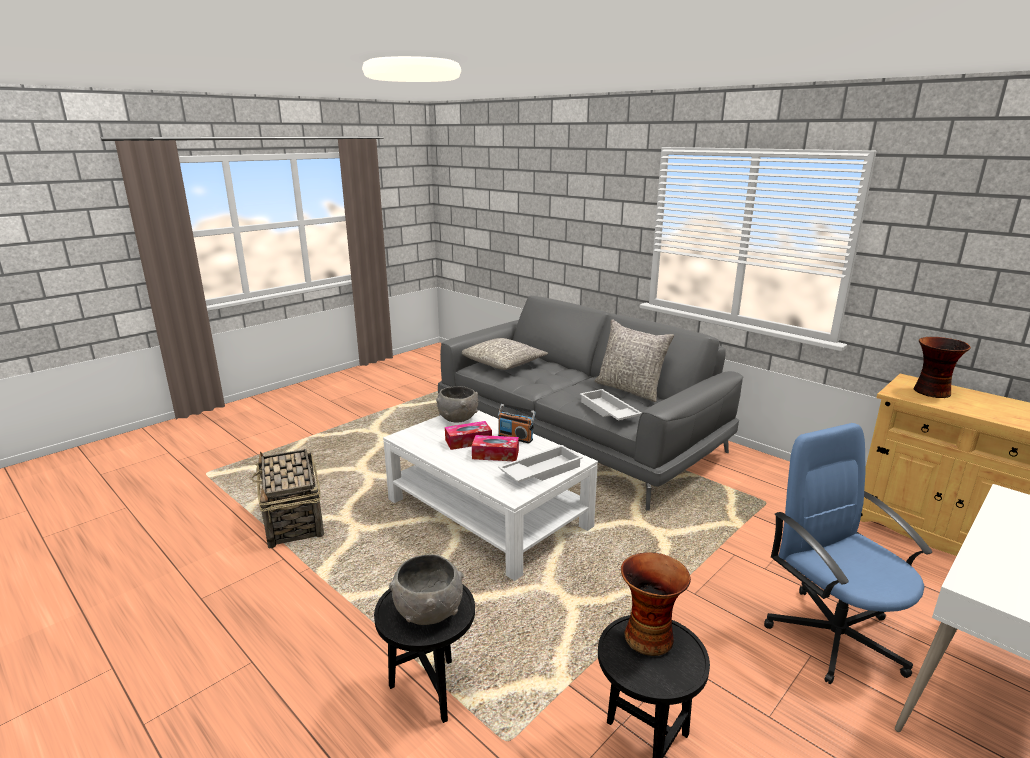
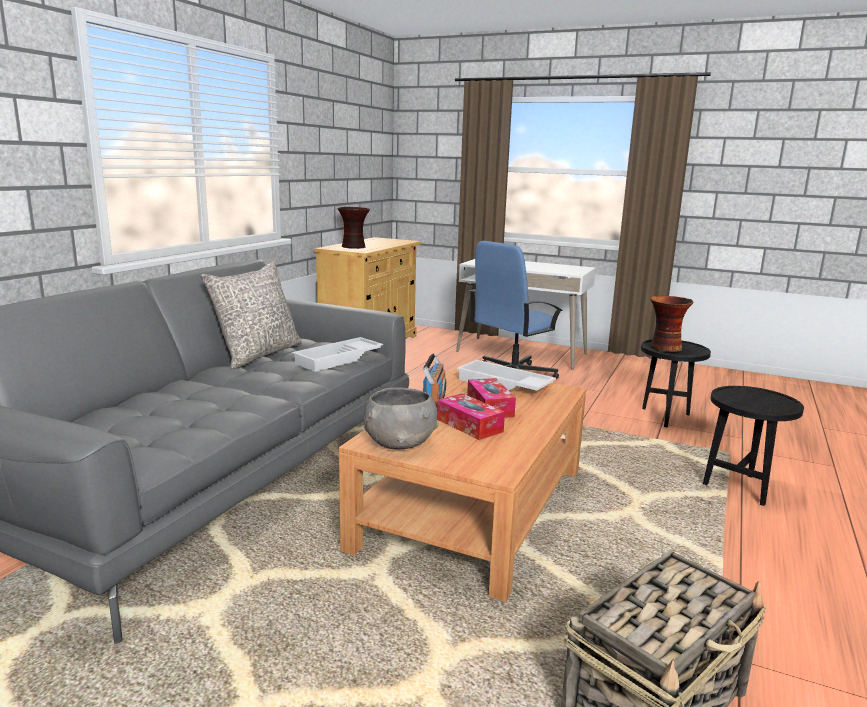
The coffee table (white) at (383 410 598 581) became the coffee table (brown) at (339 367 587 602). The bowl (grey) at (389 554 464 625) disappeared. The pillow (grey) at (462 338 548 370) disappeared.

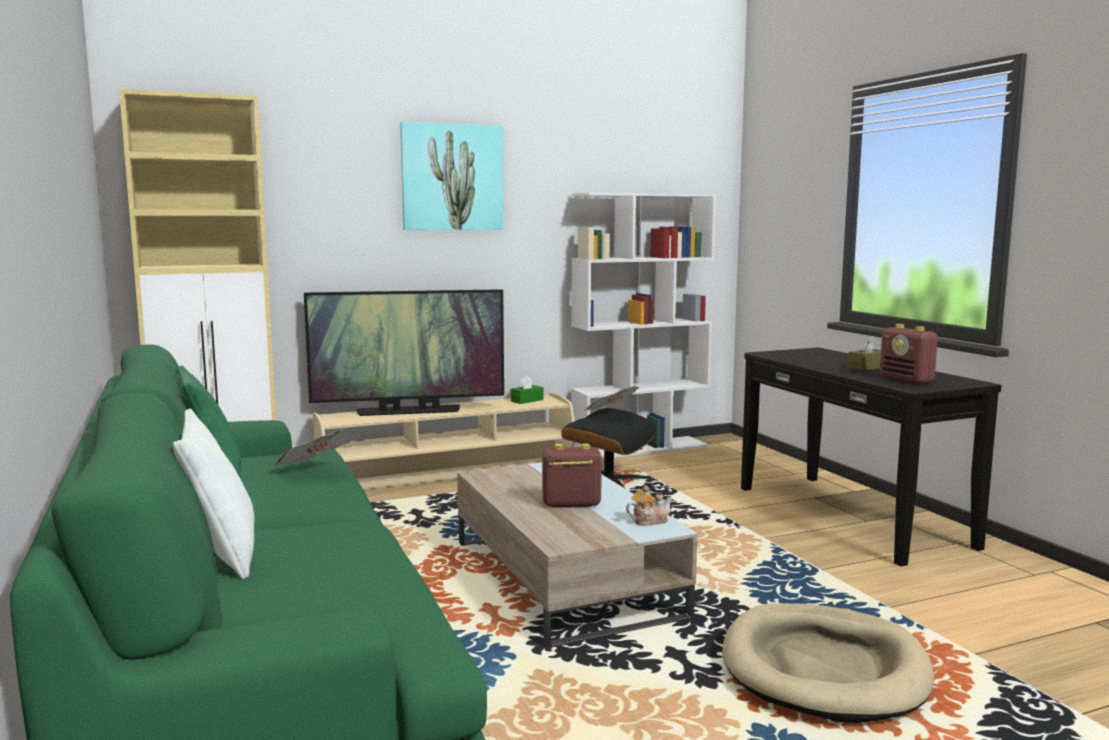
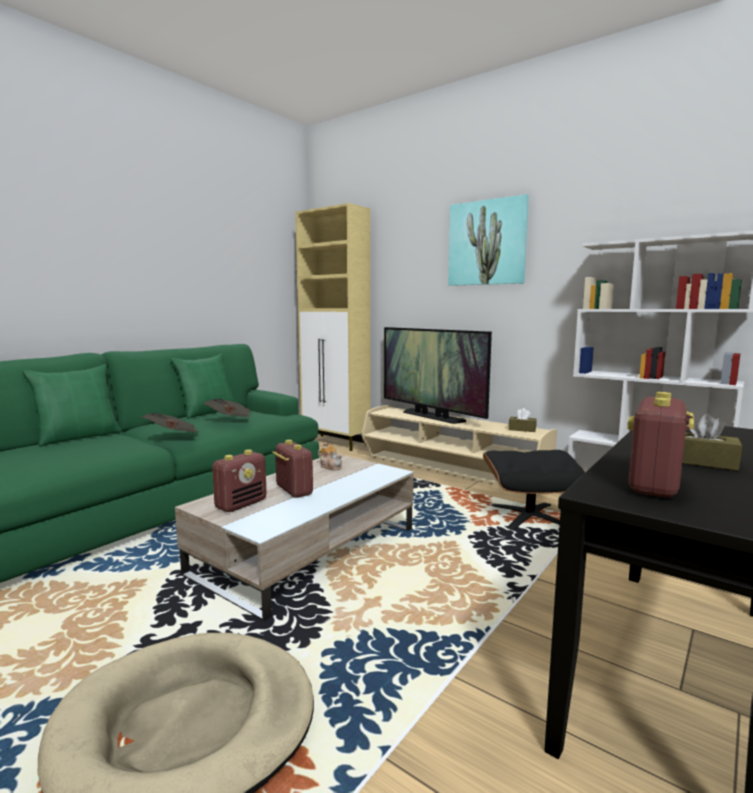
The pillow (white) at (173 409 255 579) became the pillow (green) at (23 364 122 447). The newspaper moved from (585 386 639 410) to (141 413 199 432). The radio at (212 450 267 512) appeared. The teapot moved from (626 485 673 526) to (318 442 342 470). The tissue box (green) at (511 375 544 404) became the tissue box (brown) at (509 408 537 432).

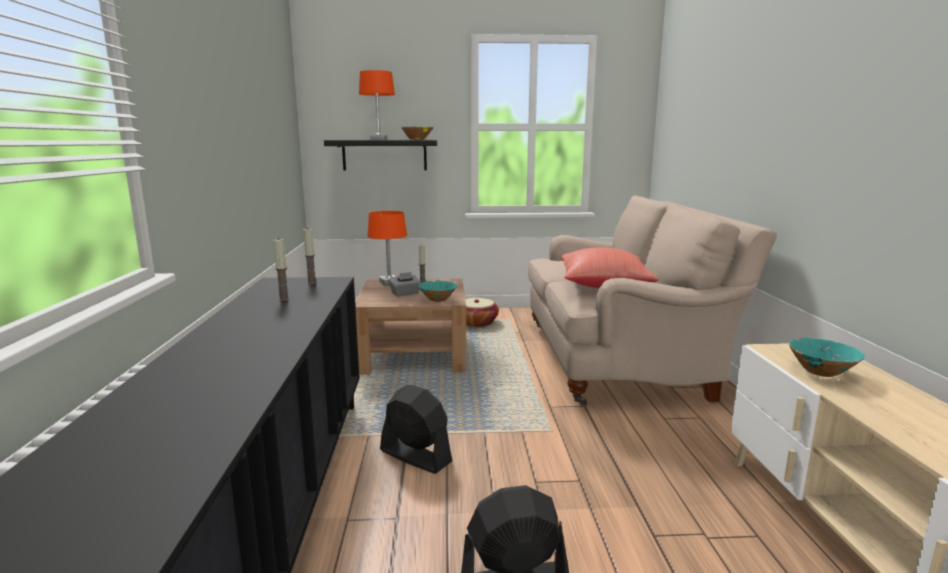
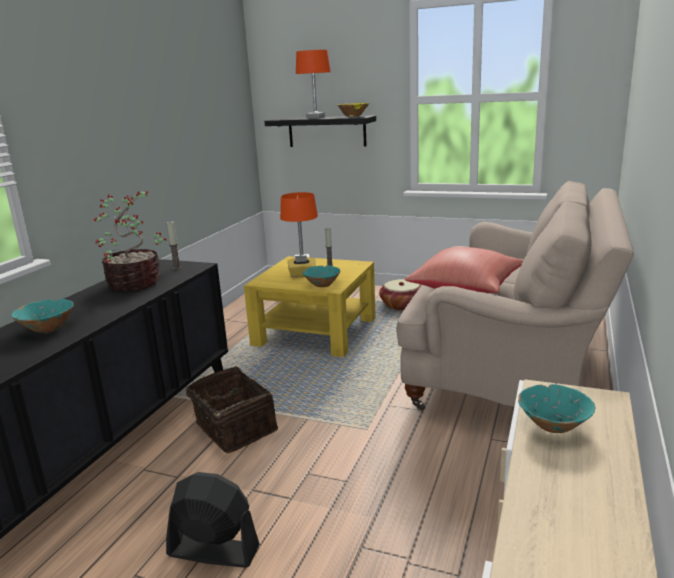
The bowl (turquoise) at (12 299 74 333) appeared. The candle at (273 238 290 301) was replaced by the potted plant at (93 191 167 291). The fan (black) at (380 385 452 474) was replaced by the basket at (186 366 278 453). The coffee table (brown) at (355 278 466 375) became the coffee table (yellow) at (244 256 376 357). The tissue box (grey) at (389 272 421 296) became the tissue box (yellow) at (288 255 316 278).

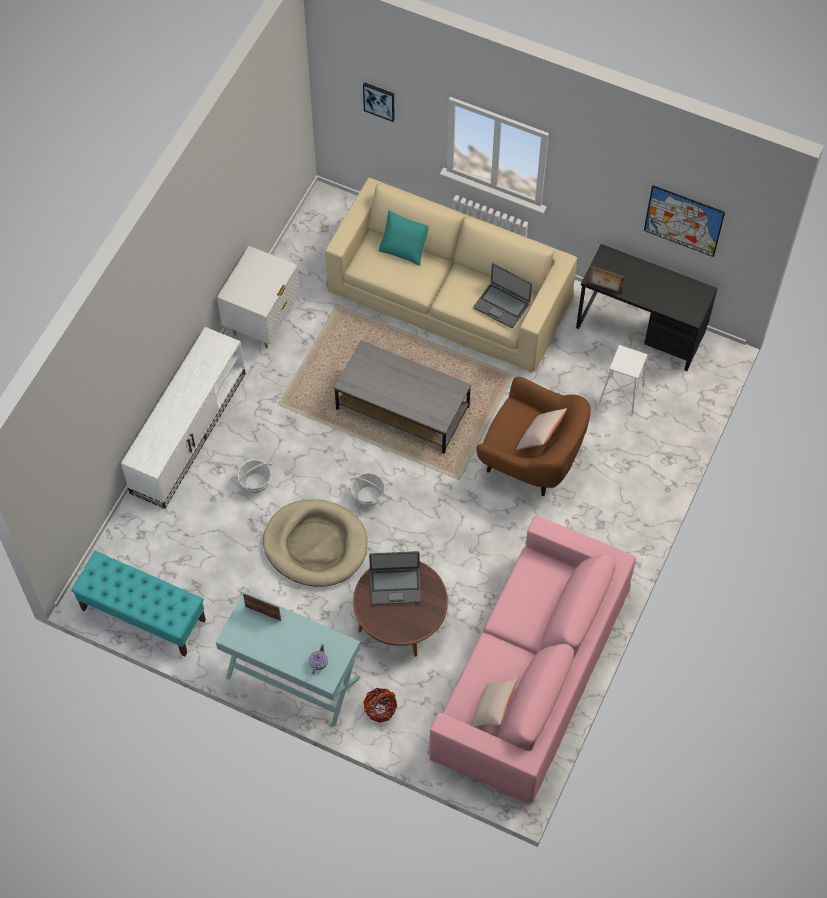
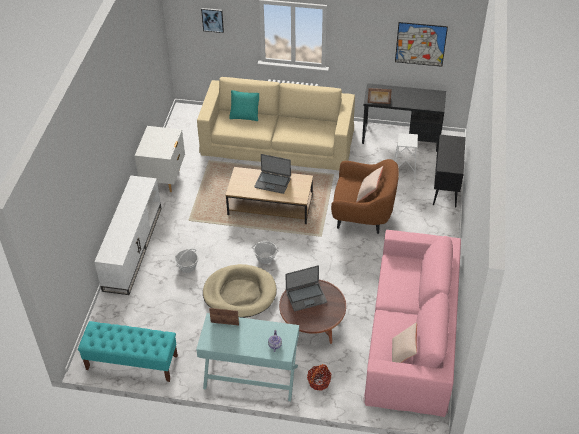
The coffee table (grey) at (334 340 471 454) became the coffee table (brown) at (225 167 313 224). The laptop moved from (473 263 532 328) to (254 154 291 194). The cabinet (black) at (433 135 466 208) appeared.

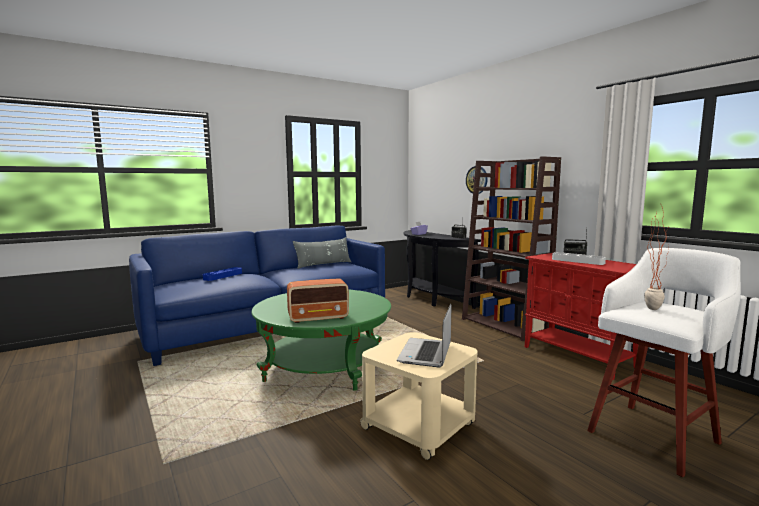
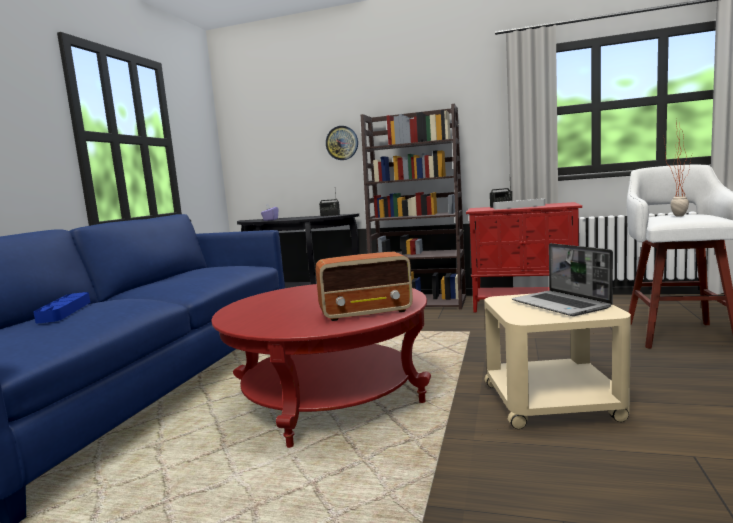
The coffee table (green) at (252 290 391 391) became the coffee table (red) at (211 284 431 448). The radio at (287 279 349 323) turned 45 degrees clockwise. The pillow (grey) at (293 237 351 269) disappeared.

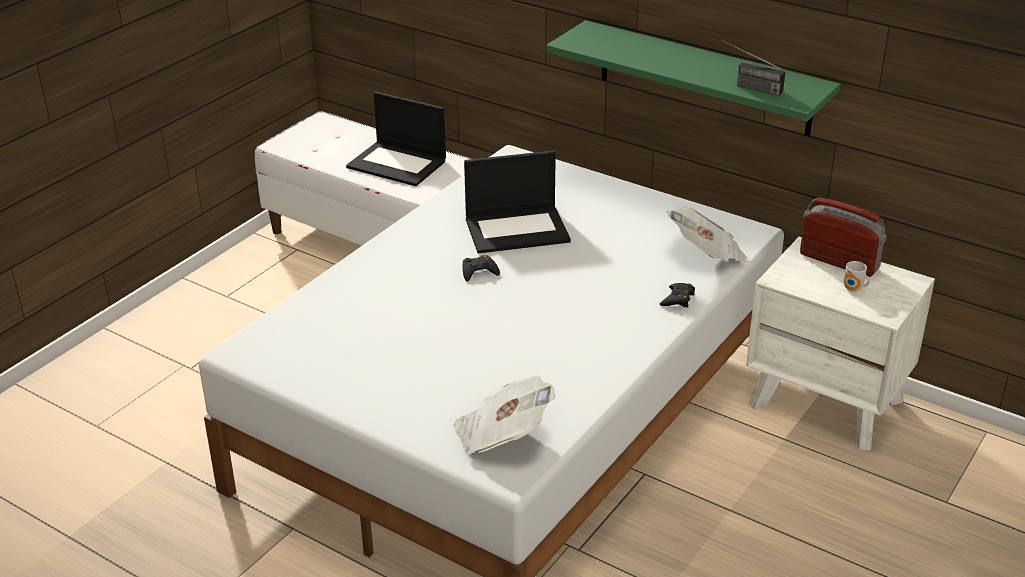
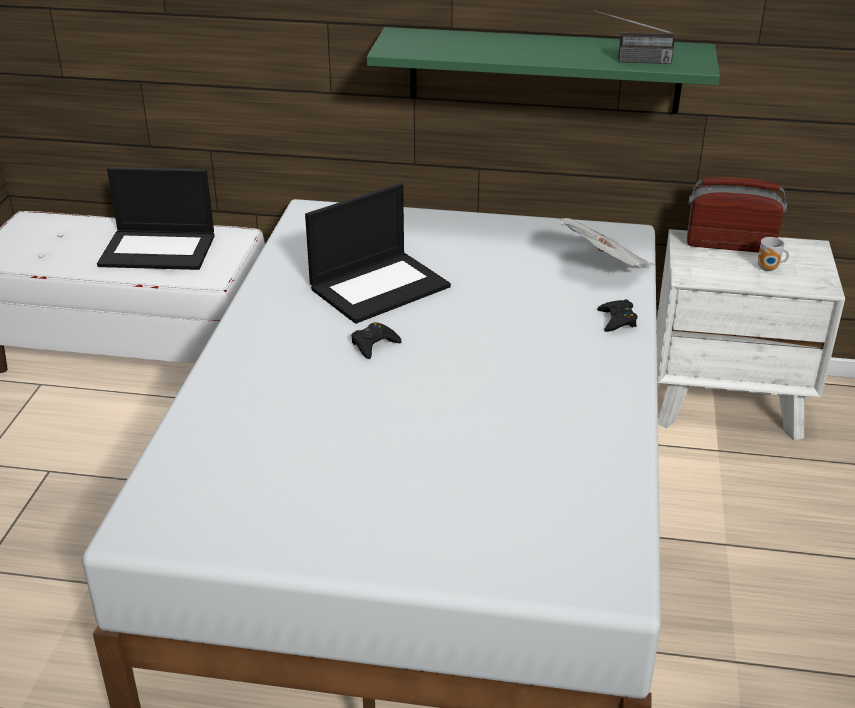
The newspaper at (453 376 555 455) disappeared.

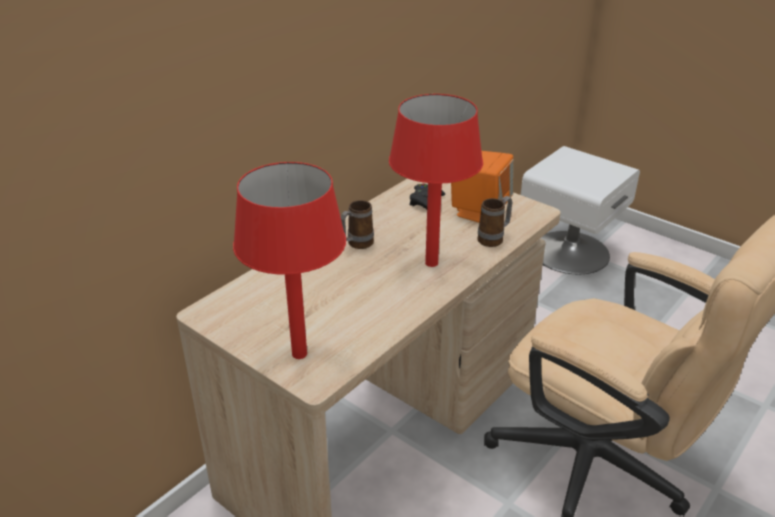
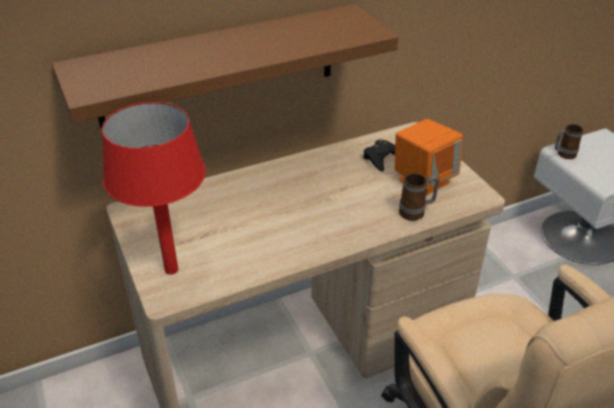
The shelf (brown) at (52 4 398 129) appeared. The mug moved from (341 200 374 249) to (555 124 583 159). The table lamp (red) at (389 94 483 267) disappeared.

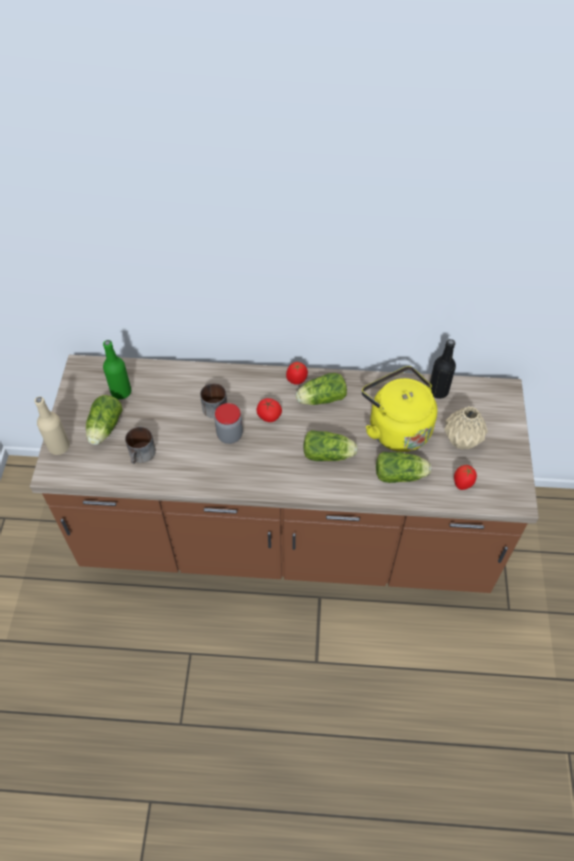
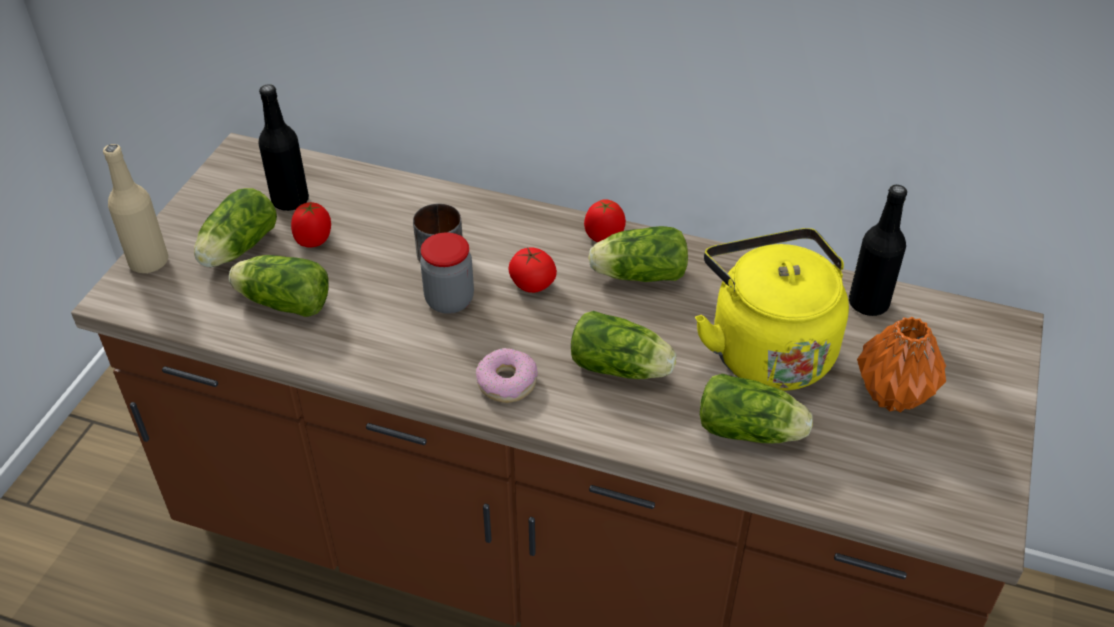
The mug at (125 427 156 464) was replaced by the lettuce at (229 255 329 317). The bottle (green) at (103 340 131 399) became the bottle (black) at (258 84 309 211). The tomato moved from (454 465 477 490) to (291 202 331 247). The donut at (476 348 538 403) appeared. The vase (beige) at (444 406 488 450) became the vase (orange) at (857 317 946 412).

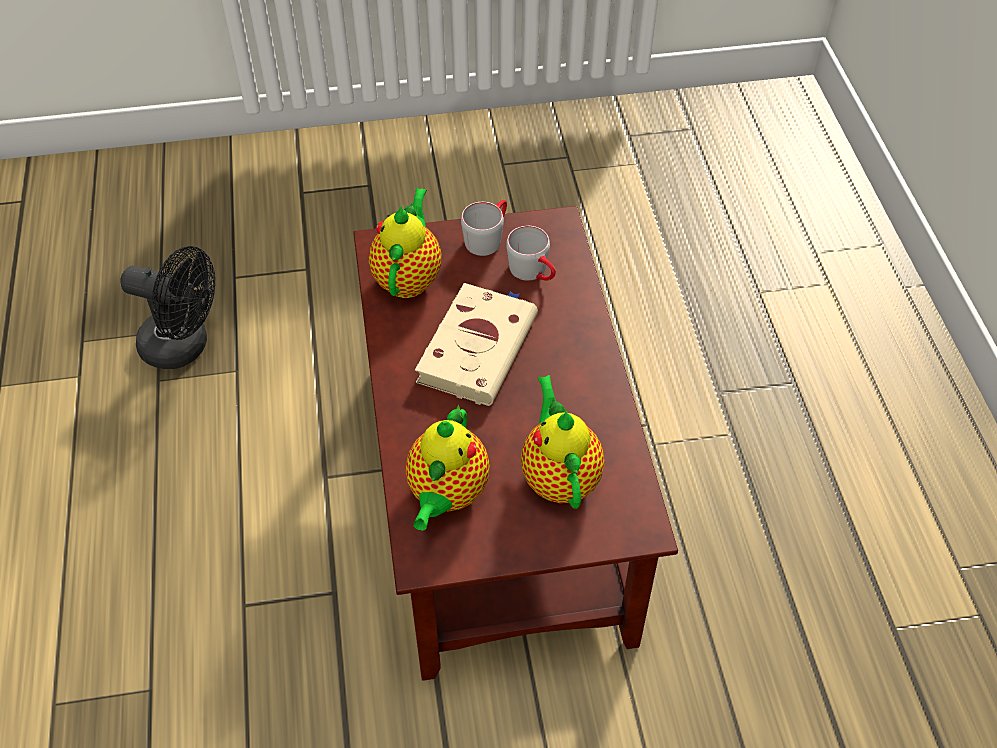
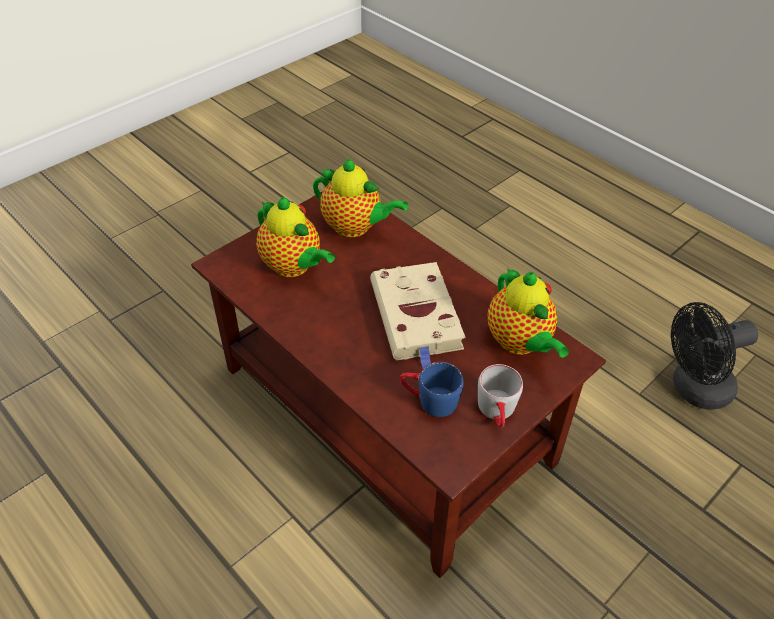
The teapot at (405 405 490 531) turned 135 degrees clockwise. The mug (grey) at (506 226 556 281) became the mug (blue) at (400 362 464 417).

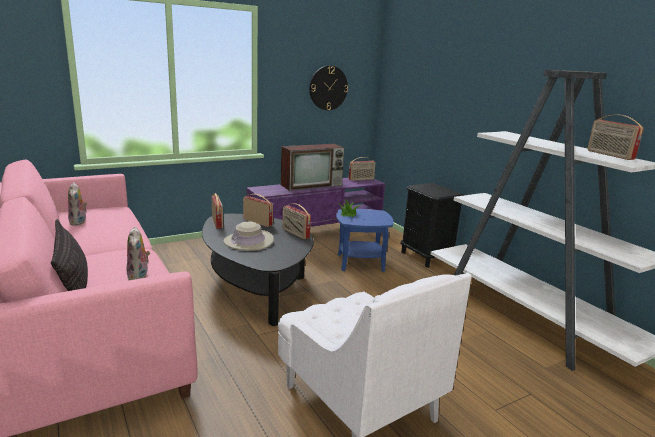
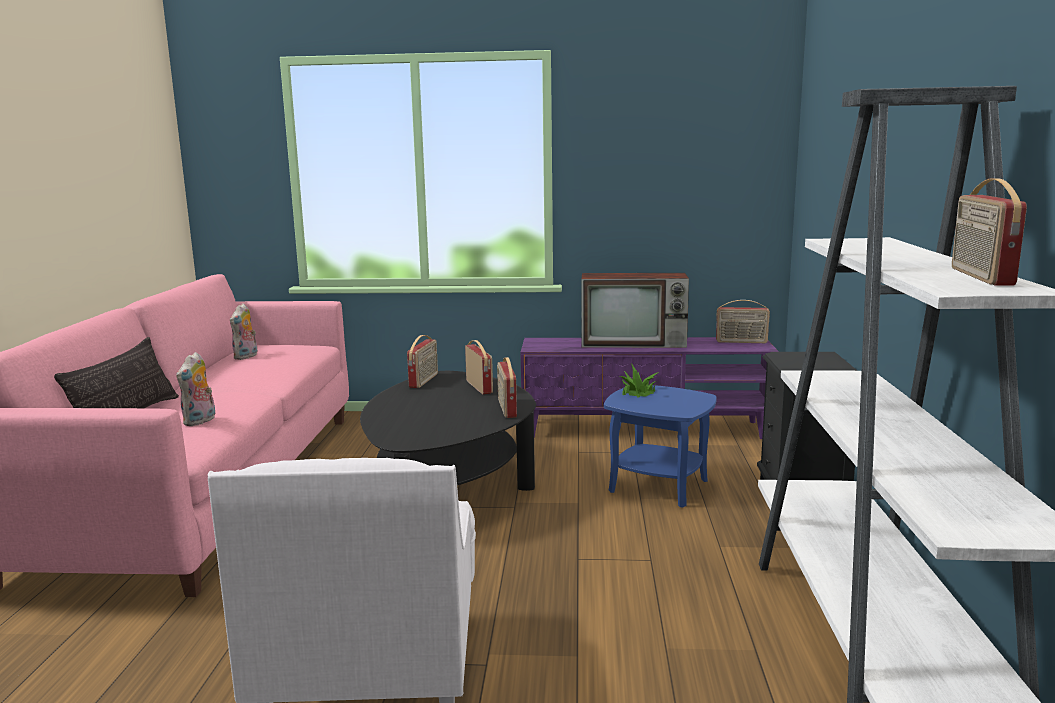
The hat (beige) at (224 221 274 251) disappeared. The wall clock at (309 66 348 110) disappeared.

